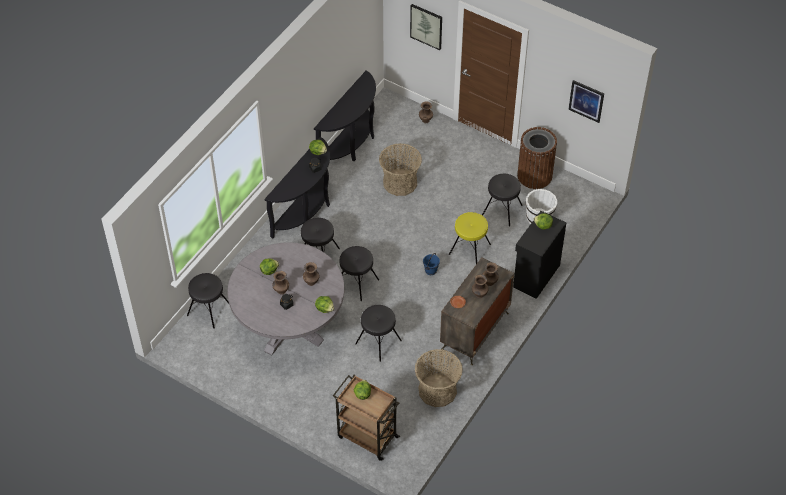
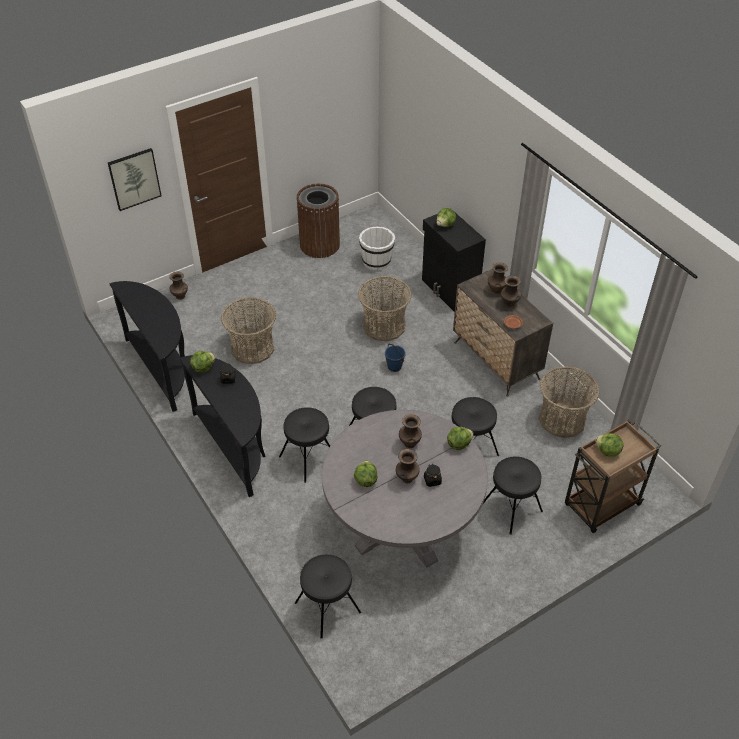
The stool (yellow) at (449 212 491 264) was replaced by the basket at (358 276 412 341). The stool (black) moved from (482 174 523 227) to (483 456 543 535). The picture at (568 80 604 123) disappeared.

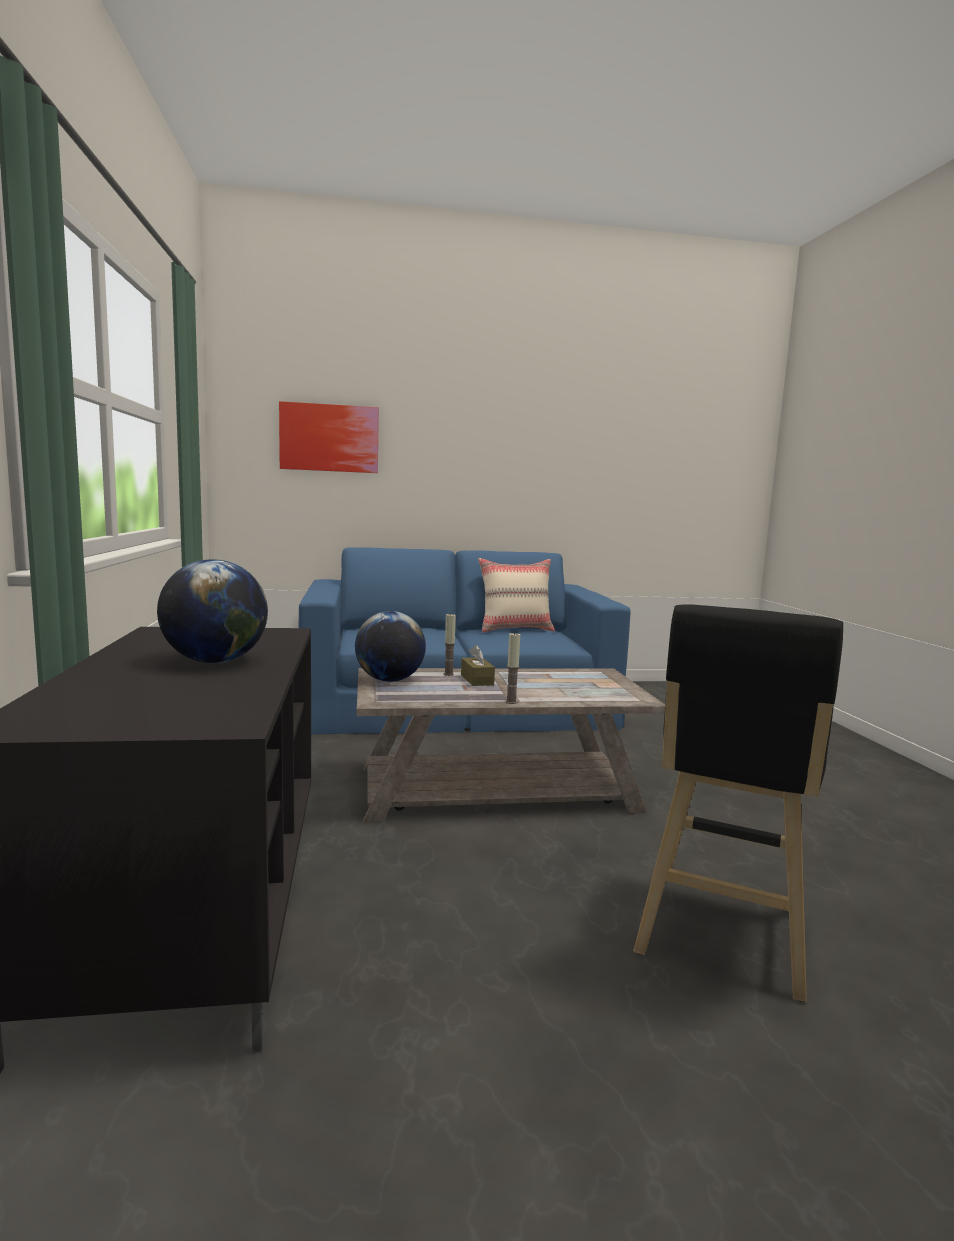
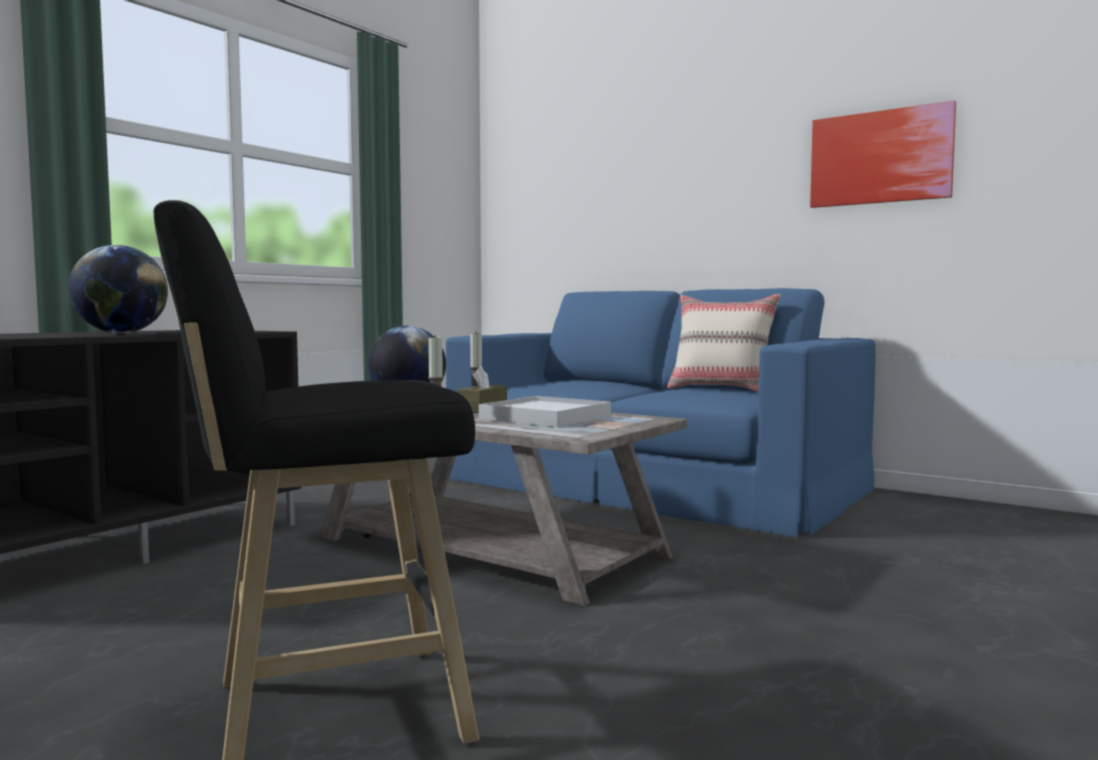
The tray (white) at (479 396 611 427) appeared. The picture moved from (279 401 379 473) to (810 101 956 208).

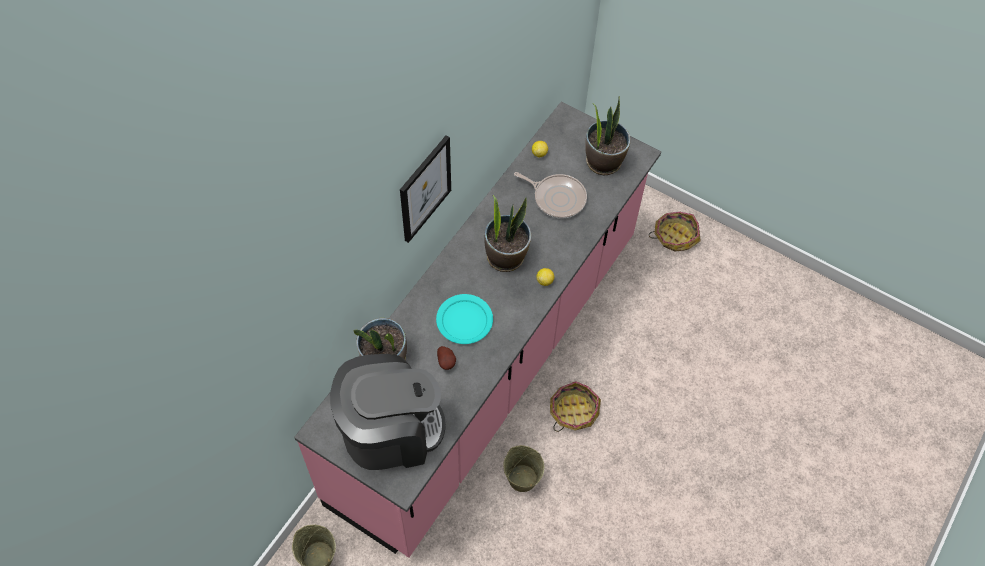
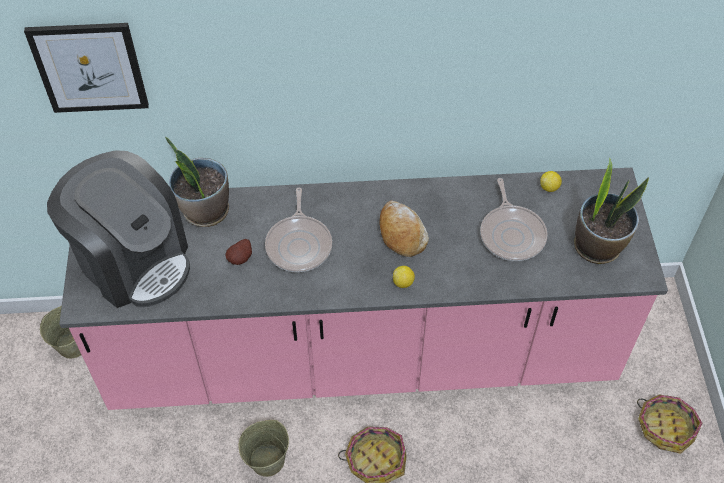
The picture moved from (400 135 451 243) to (24 23 149 113). The plate (turquoise) at (436 294 493 344) was replaced by the frying pan at (265 188 332 273). The potted plant at (485 195 531 272) was replaced by the bread at (379 200 429 257).

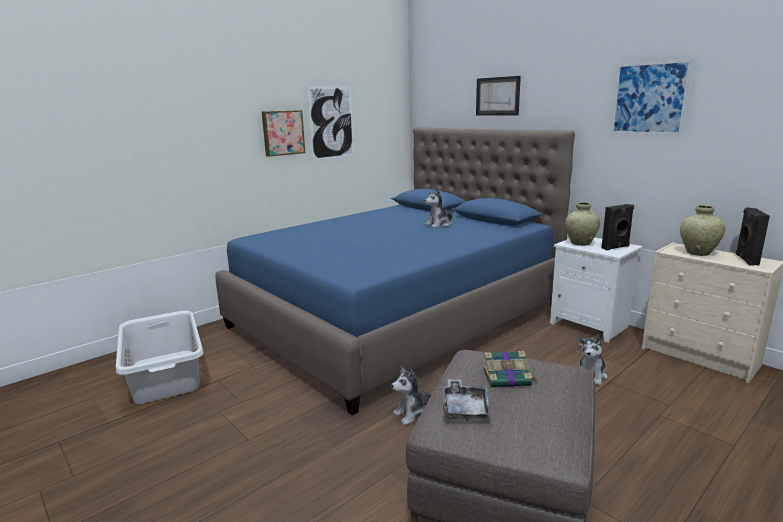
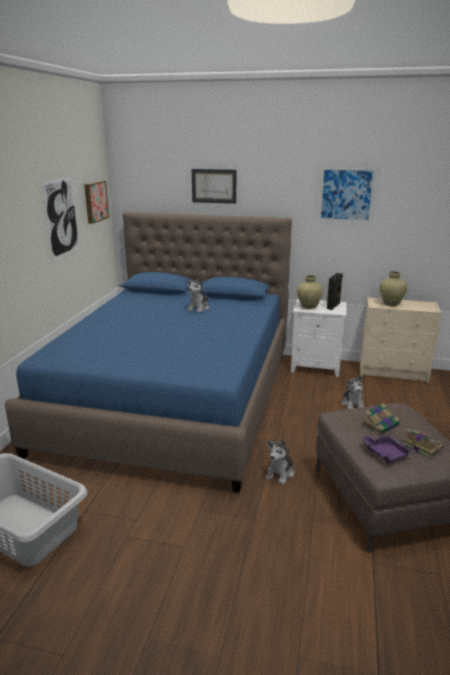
The picture moved from (262 110 305 157) to (84 181 109 224). The tray (grey) at (443 379 491 421) became the tray (purple) at (361 434 412 464). The book at (402 429 445 458) appeared. The speaker (black) at (735 207 770 266) disappeared.

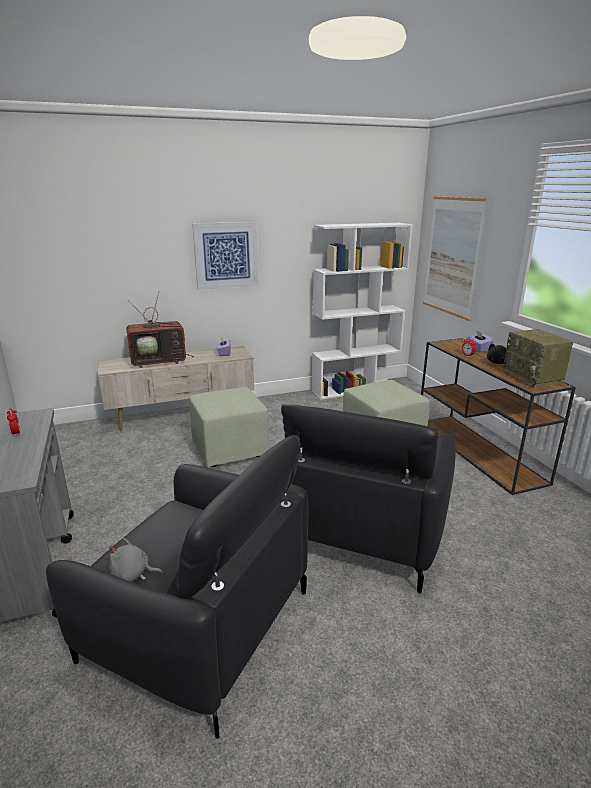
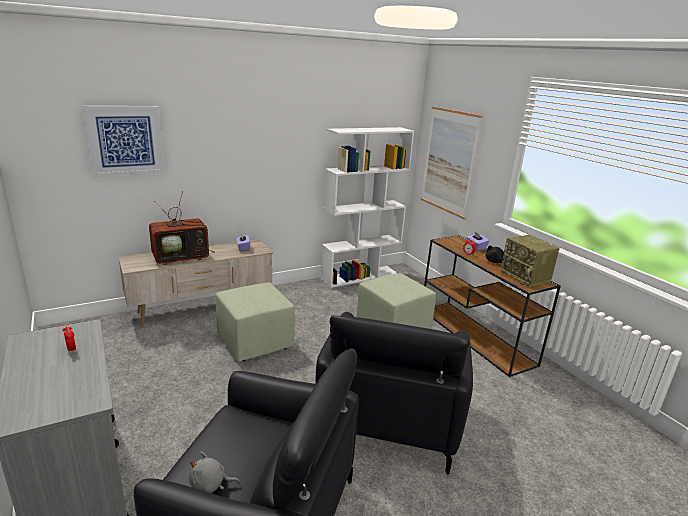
The picture moved from (192 222 258 290) to (83 106 165 177).

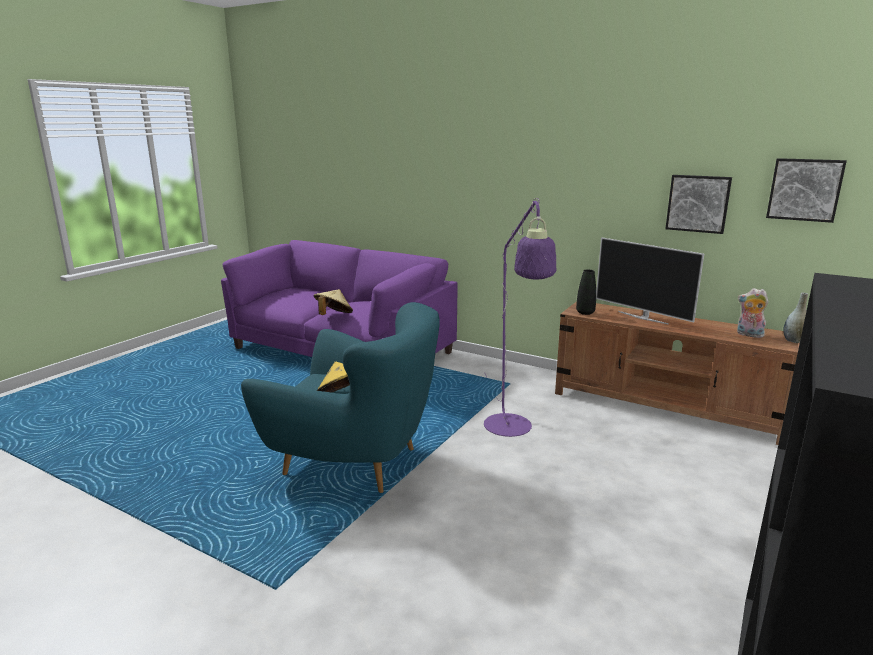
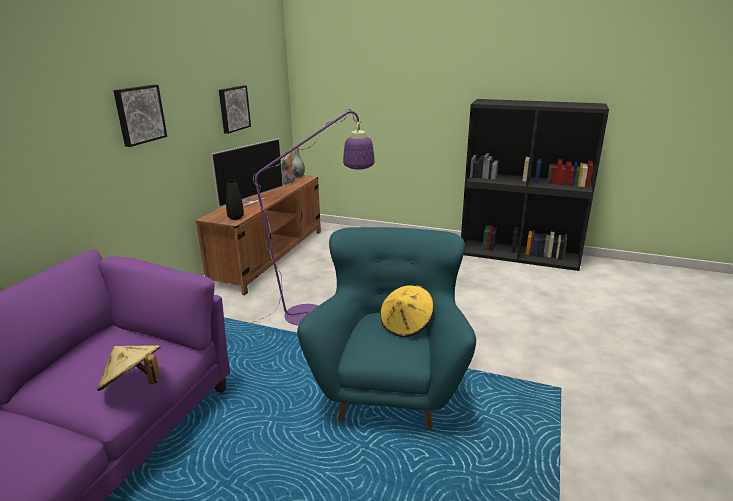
The picture moved from (766 158 847 223) to (113 85 167 147).

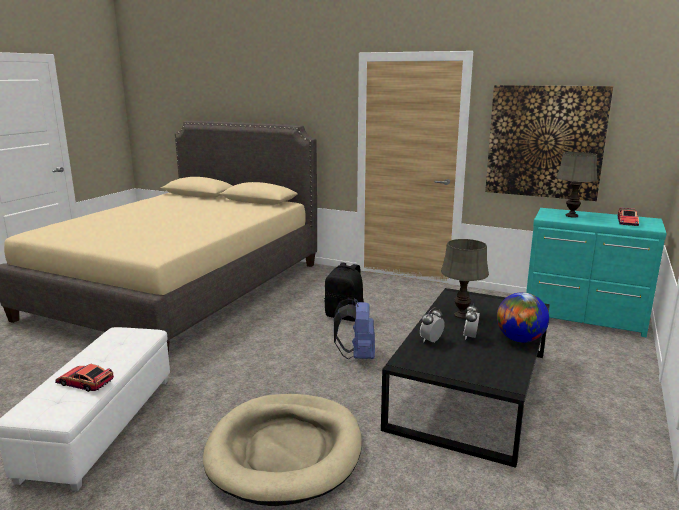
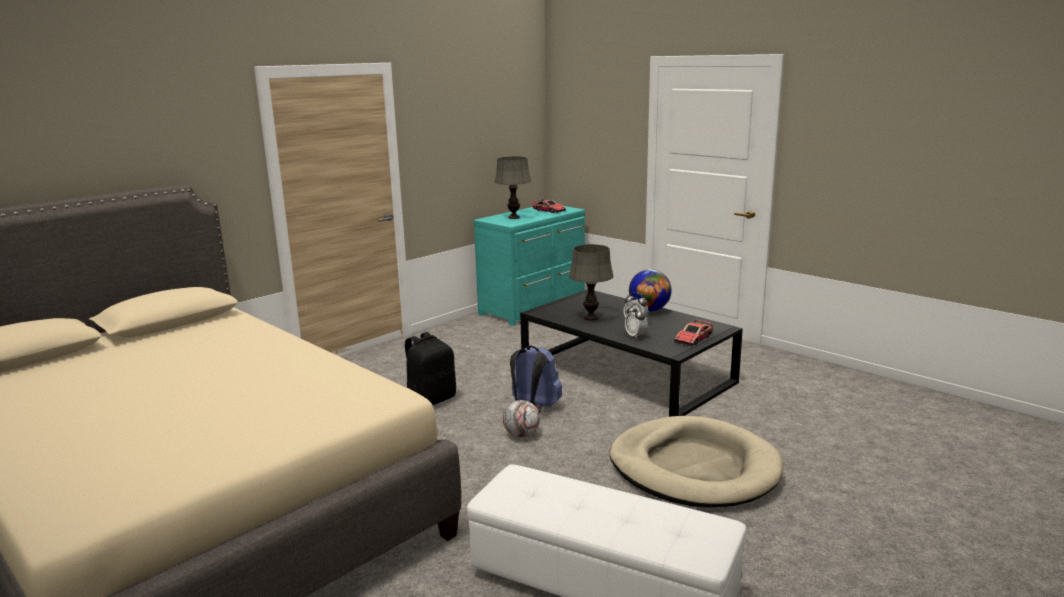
The football at (503 400 540 438) appeared. The toy car moved from (55 364 114 392) to (674 320 713 346). The picture at (485 85 613 201) disappeared.

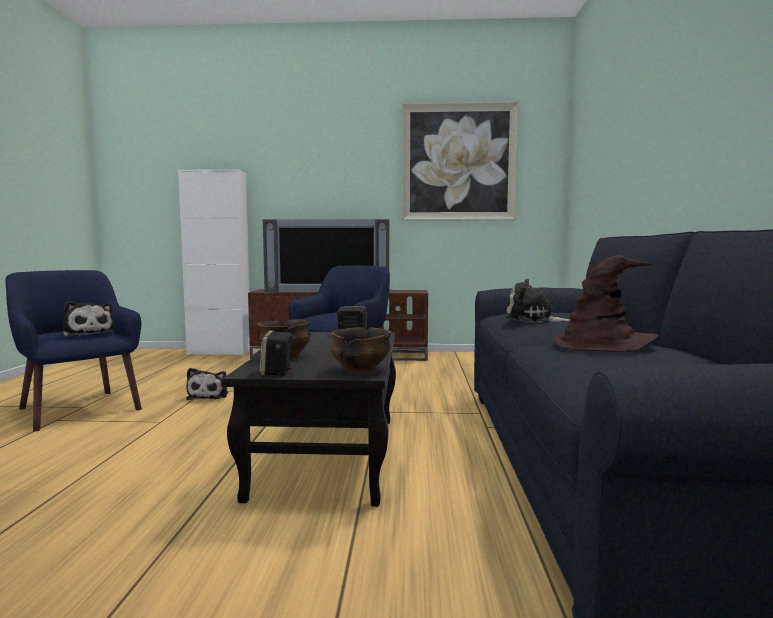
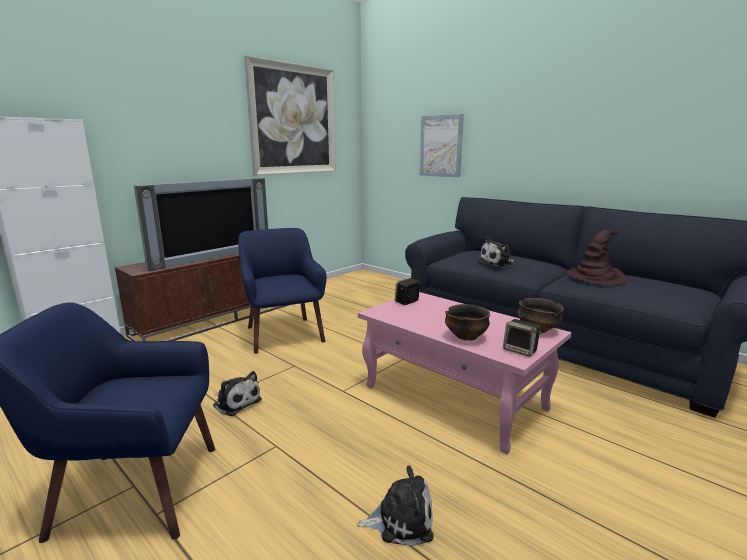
The plush toy moved from (63 301 114 337) to (357 465 434 546). The coffee table (black) at (222 332 396 506) became the coffee table (pink) at (358 292 571 455). The picture at (420 114 464 178) appeared.

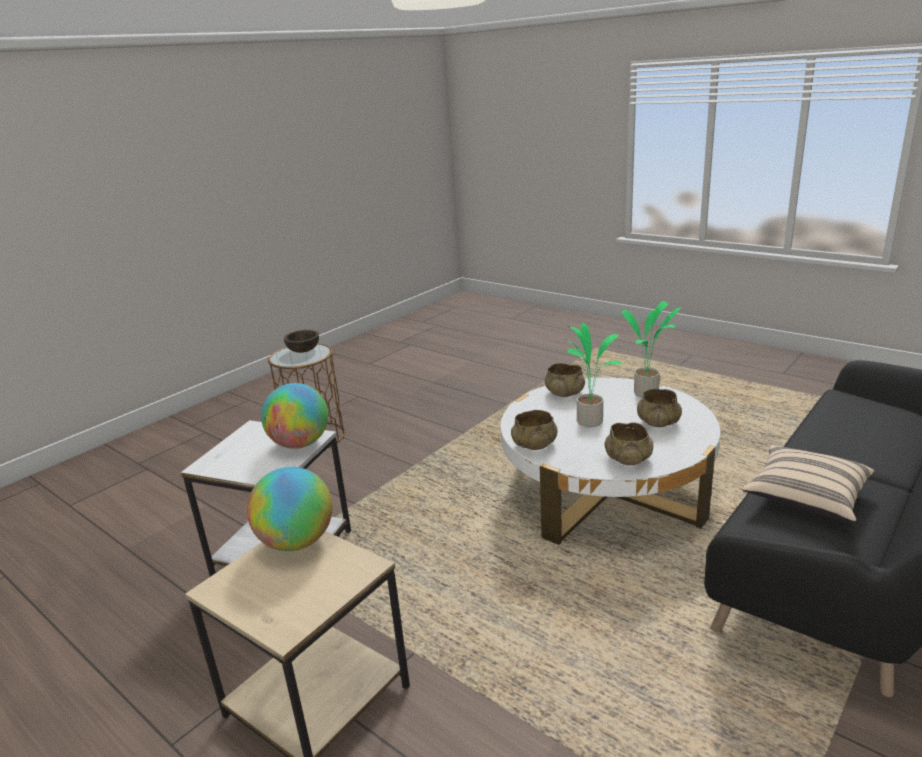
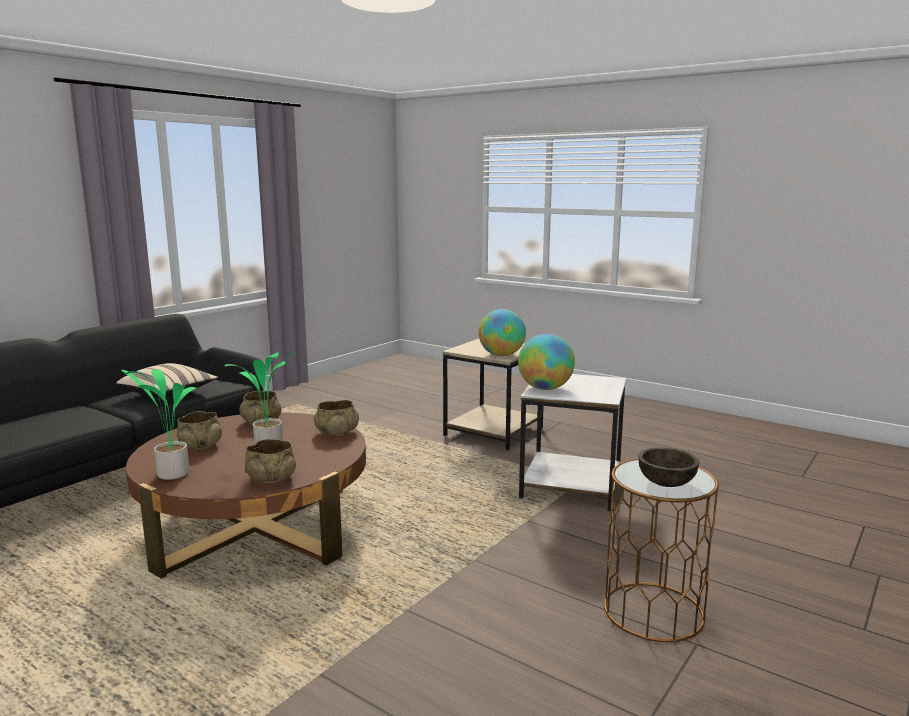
The coffee table (white) at (500 377 720 545) became the coffee table (brown) at (126 412 366 579).

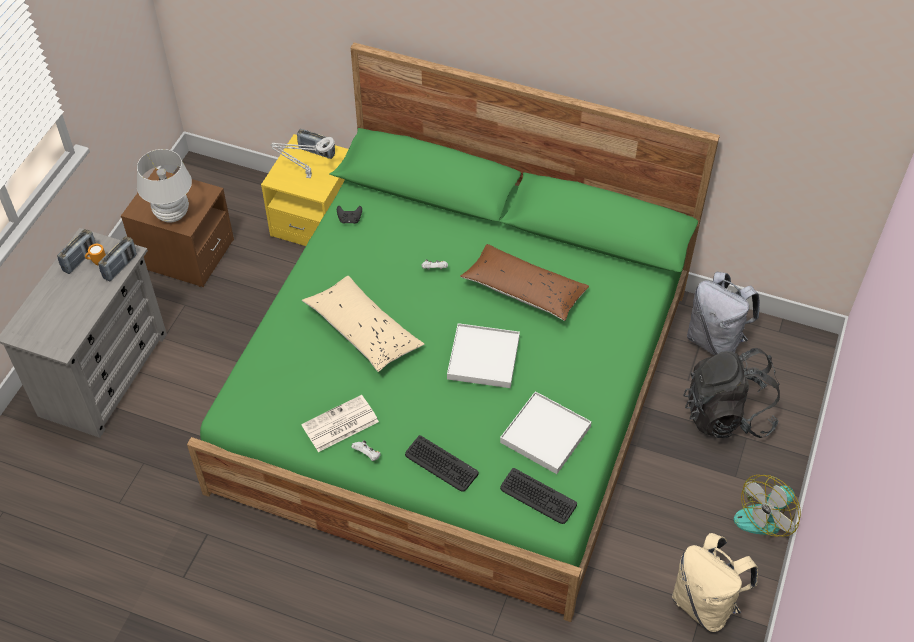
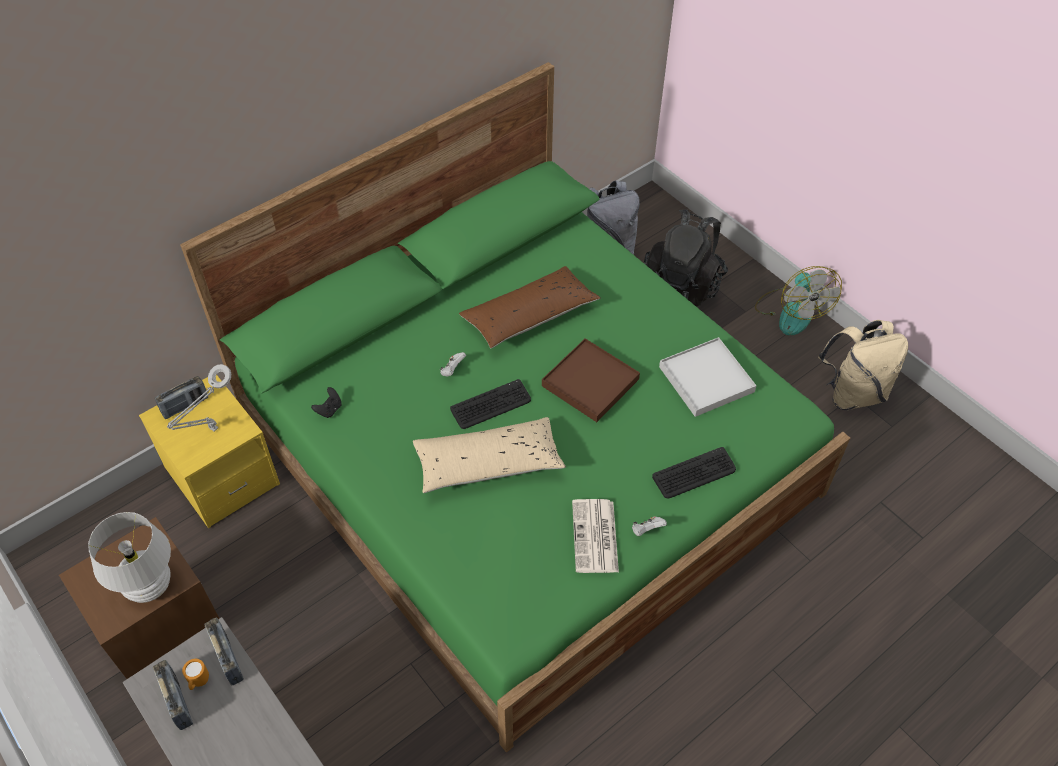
The keyboard moved from (500 468 577 524) to (450 379 531 429). The tray (white) at (447 323 520 388) became the tray (brown) at (542 338 640 422).

